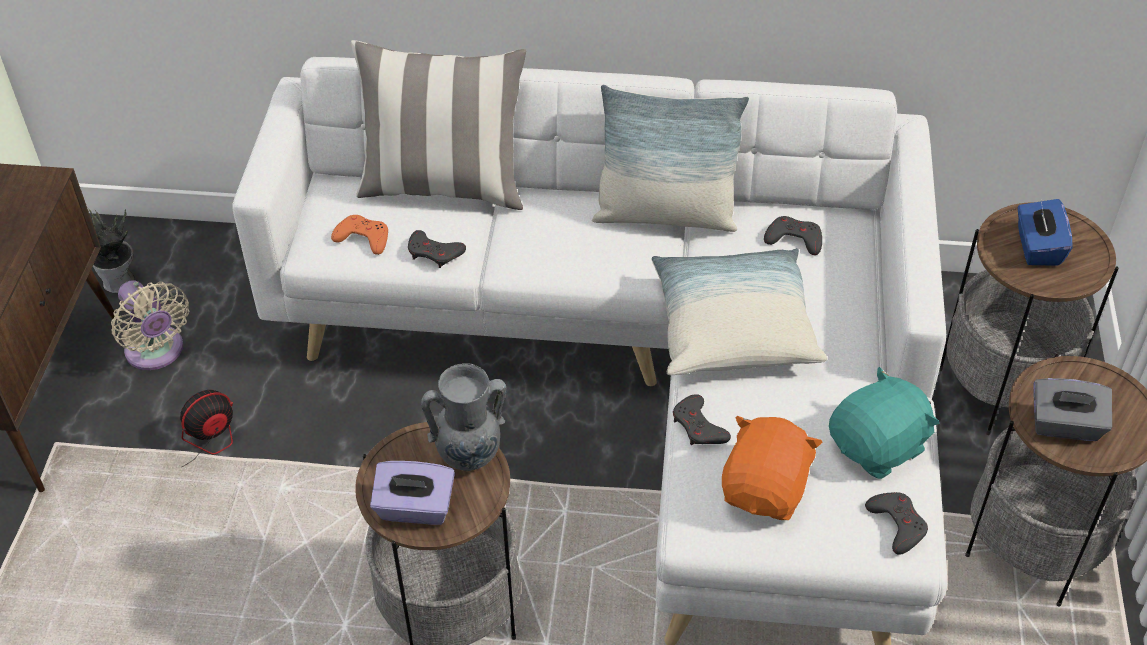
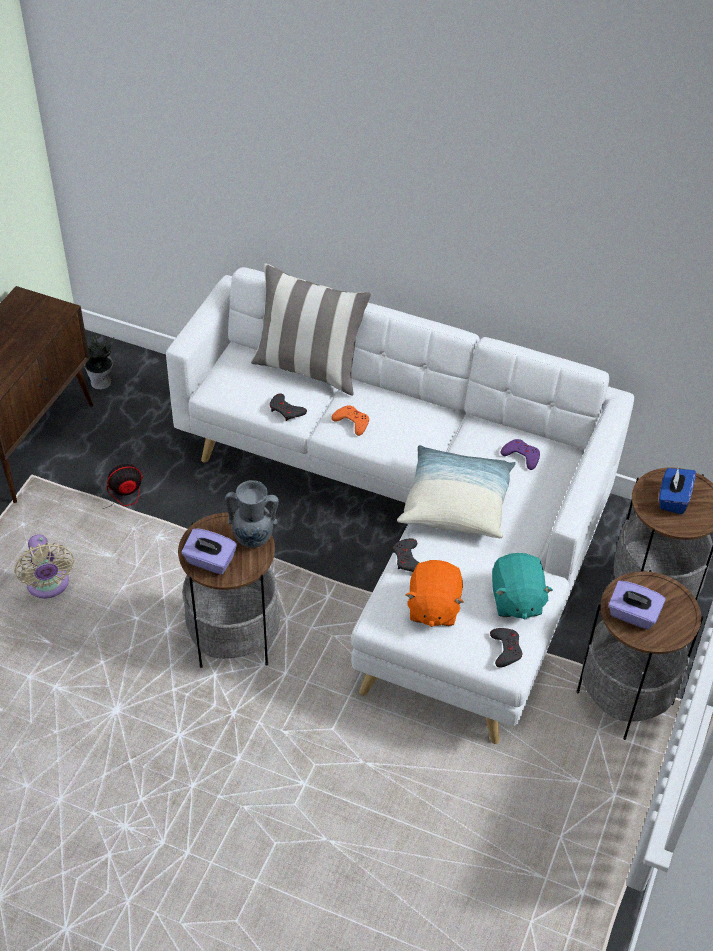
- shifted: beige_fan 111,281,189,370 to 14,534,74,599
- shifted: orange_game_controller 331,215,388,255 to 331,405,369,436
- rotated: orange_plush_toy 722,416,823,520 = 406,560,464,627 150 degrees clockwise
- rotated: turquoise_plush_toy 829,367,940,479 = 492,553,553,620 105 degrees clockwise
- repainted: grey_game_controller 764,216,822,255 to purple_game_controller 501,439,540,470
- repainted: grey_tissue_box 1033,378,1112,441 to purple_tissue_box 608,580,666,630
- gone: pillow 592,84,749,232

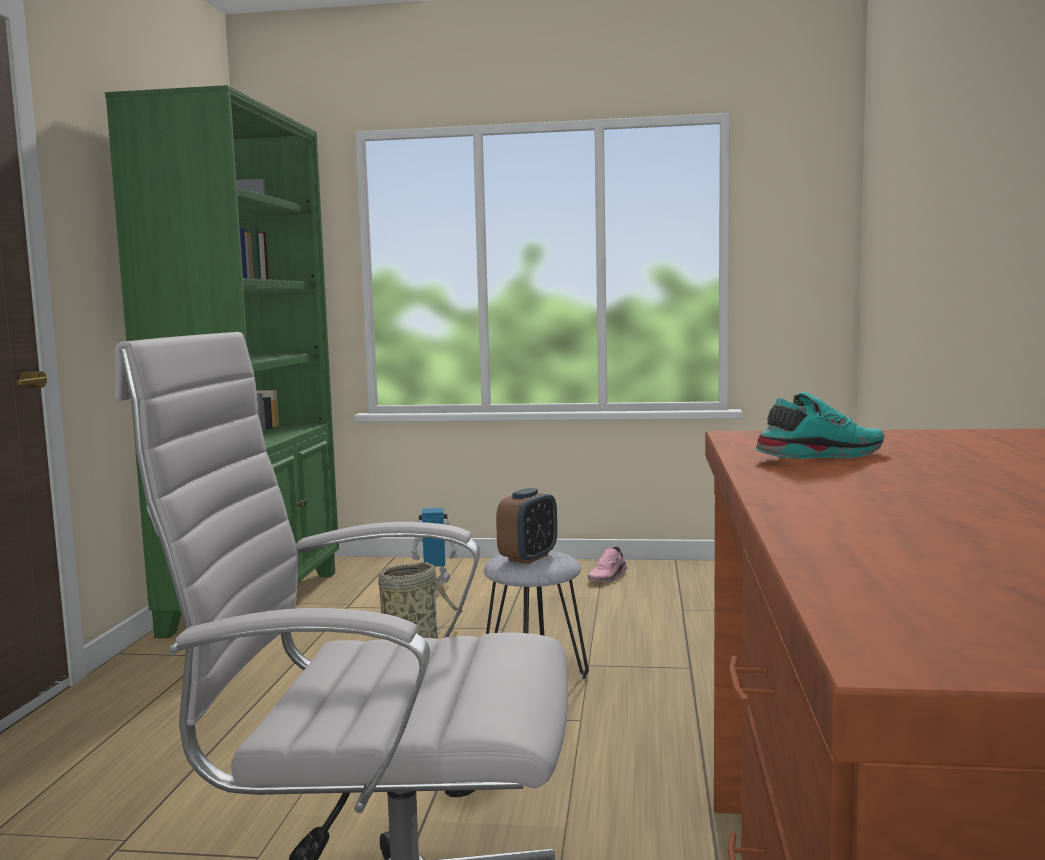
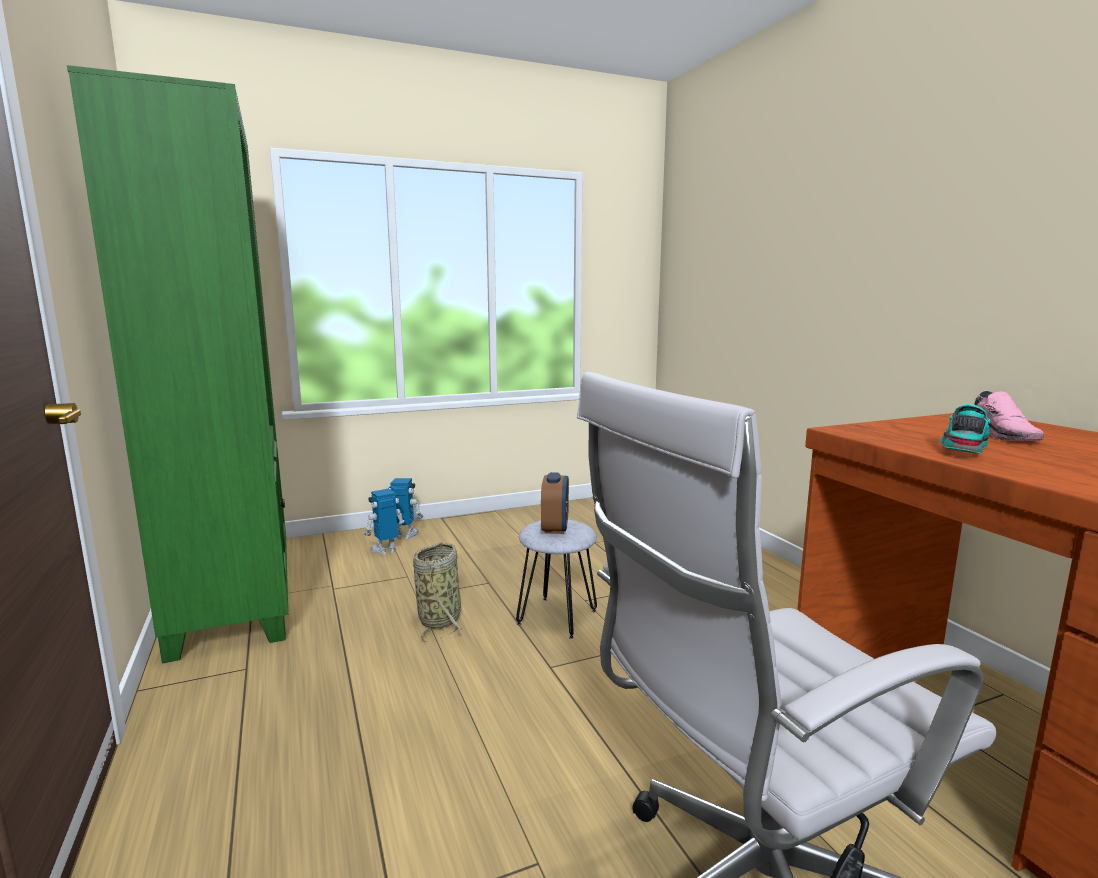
- new: toy_robot 388,478,423,539
- shifted: pink_shoe 588,546,627,582 to 974,391,1044,441

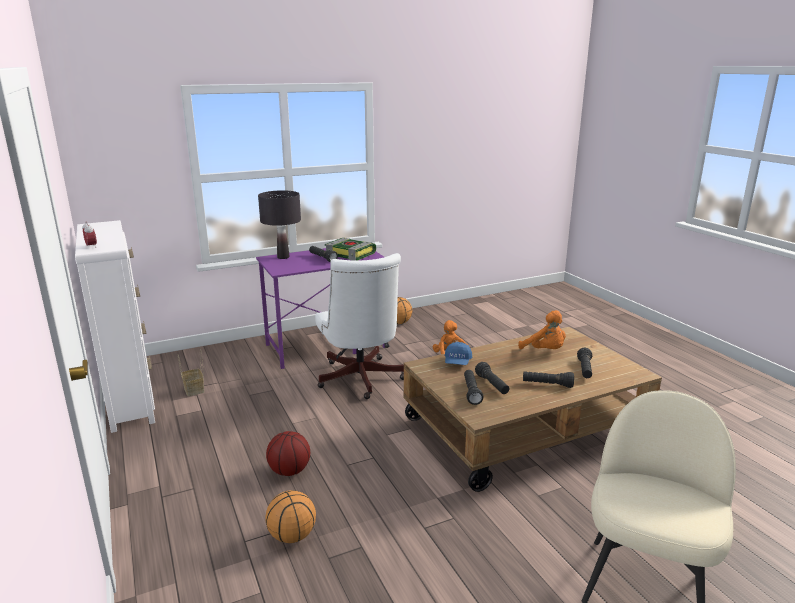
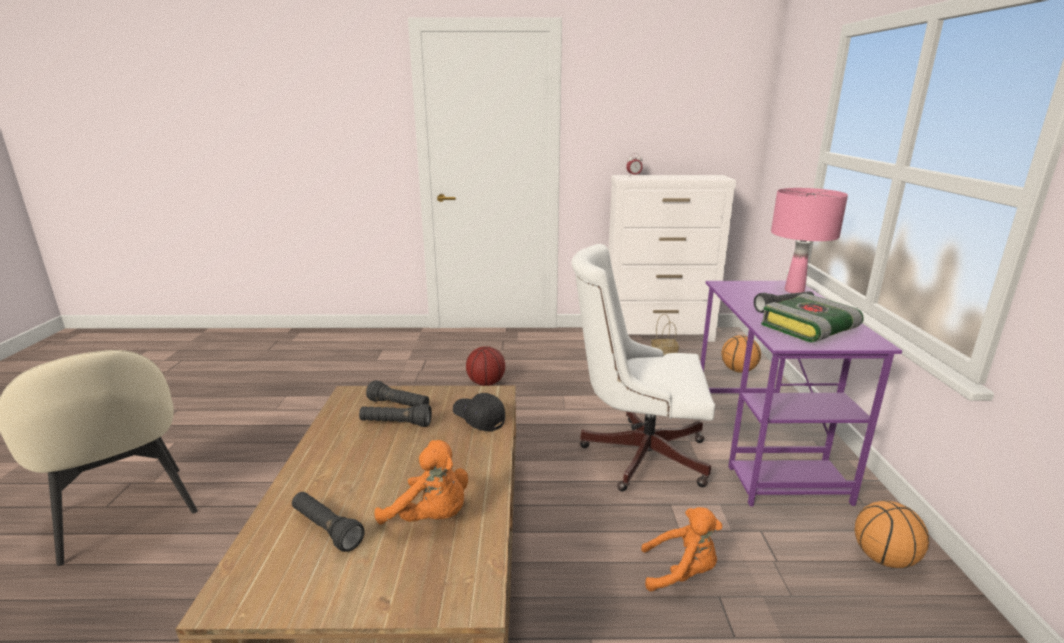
- rotated: orange_plush_toy 518,310,566,349 = 374,440,468,524 135 degrees counterclockwise
- repainted: blue_cap 445,342,472,365 to black_cap 453,393,505,431
- shifted: basketball 265,490,316,543 to 722,335,761,373
- repainted: black_table_lamp 258,190,301,259 to pink_table_lamp 771,188,848,293
- gone: black_flashlight 523,371,574,388

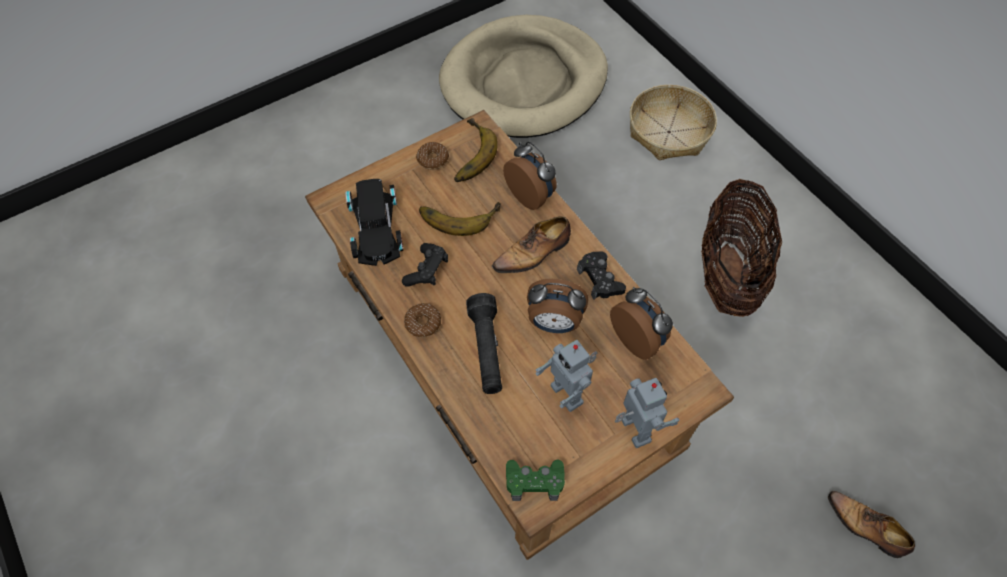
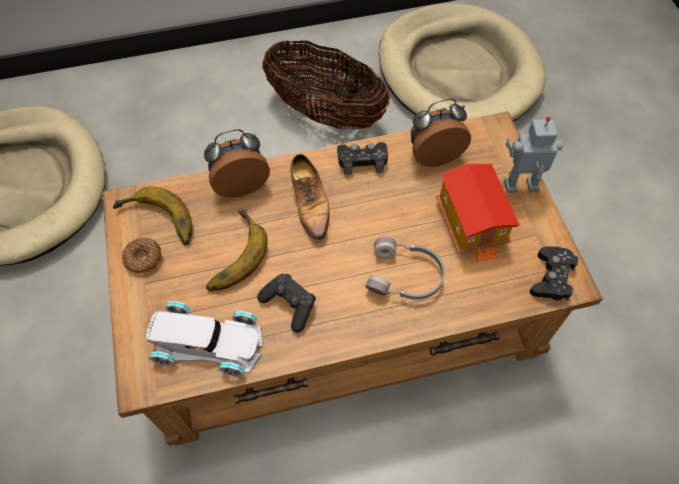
- repainted: black_toy_car 346,179,403,266 to white_toy_car 146,301,263,376
- swapped: black_flashlight 466,293,502,394 to grey_headphones 365,236,445,300
- new: beige_dog_bed 379,3,546,121
- swapped: toy_robot 535,340,597,412 to toy_house 436,164,520,263
- repainted: green_game_controller 506,460,565,501 to black_game_controller 530,246,579,301
- gone: donut 404,303,441,337
- gone: alarm_clock 527,279,588,333
- gone: basket 630,85,717,160
- gone: shoe 828,491,915,558

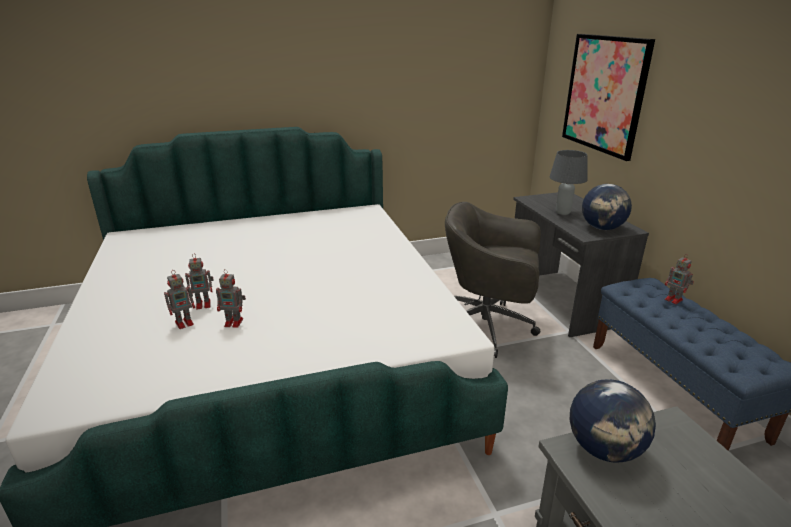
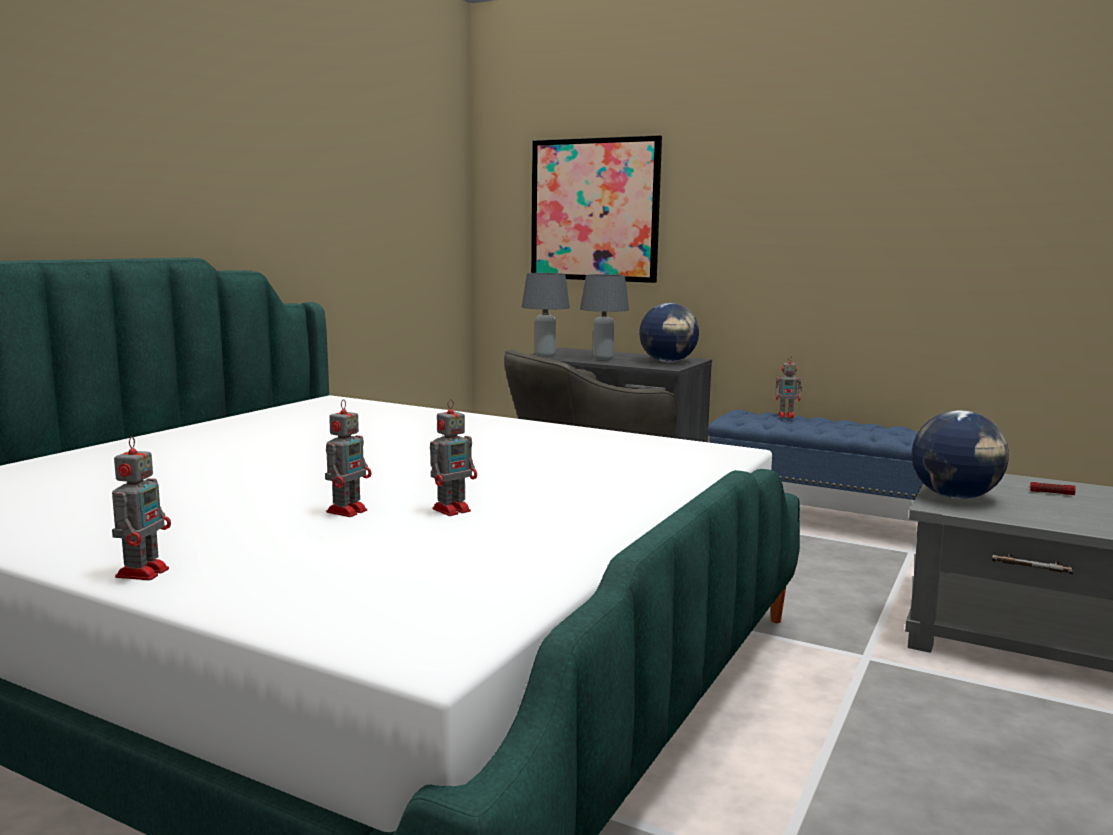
- shifted: toy_robot 164,270,195,329 to 112,436,171,580
- new: grey_table_lamp 522,273,570,357
- new: flashlight 1030,482,1076,495

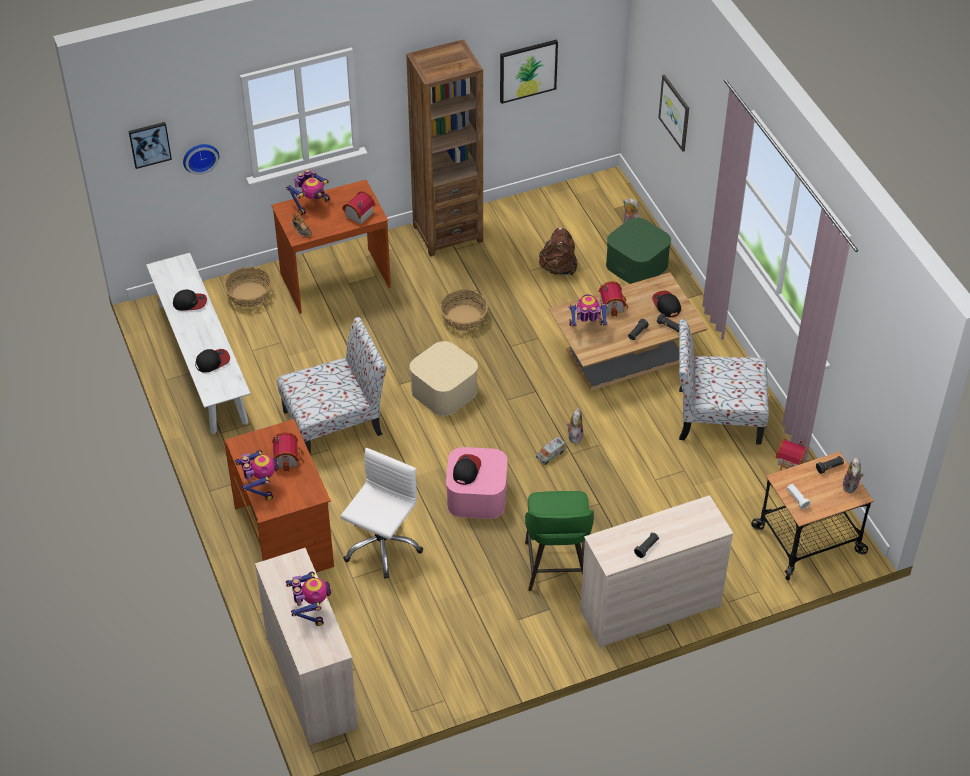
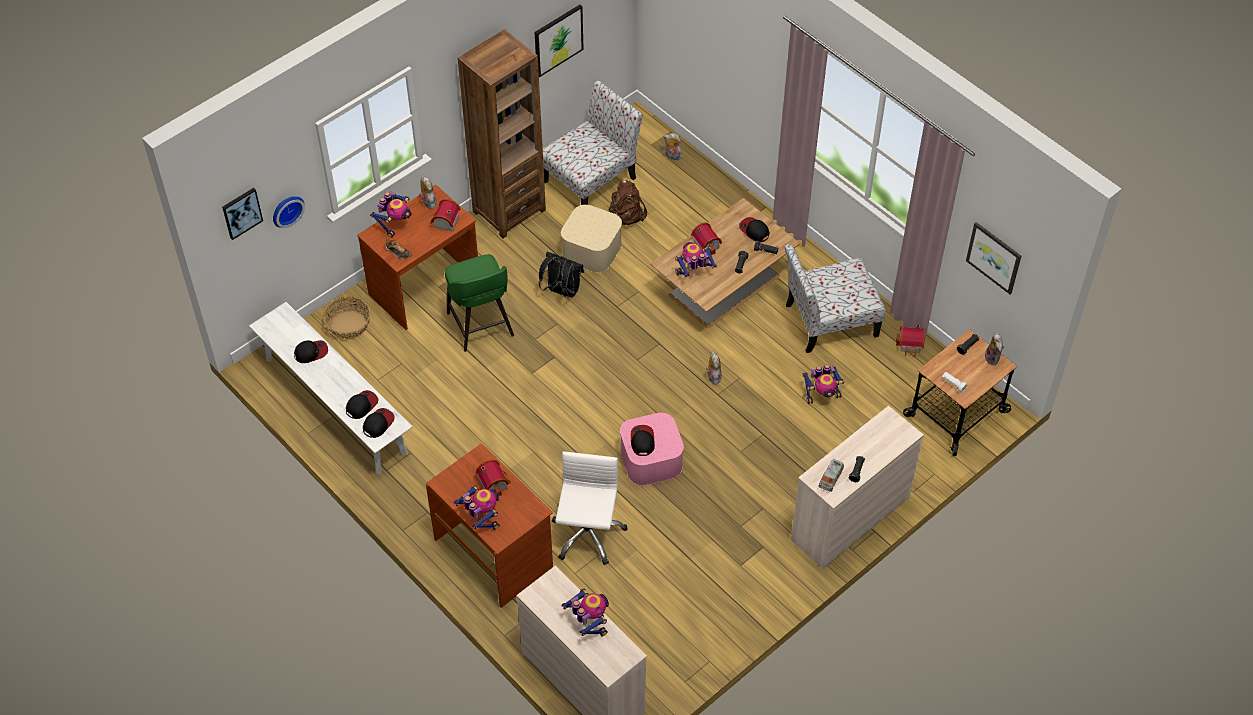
- new: cap 363,408,395,438
- new: plush_toy 420,176,437,209
- shifted: green_stool 525,491,594,591 to 445,254,514,352
- swapped: basket 440,289,488,331 to black_backpack 539,252,584,298
- shifted: chair 277,317,387,455 to 543,80,643,205
- shifted: beige_storage_box 410,341,478,416 to 561,205,622,273
- new: toy_robot 802,364,845,404
- shifted: toy_truck 536,437,566,465 to 818,459,844,492
- shifted: picture 658,74,689,152 to 966,222,1021,294
- gone: green_storage_box 606,218,671,284

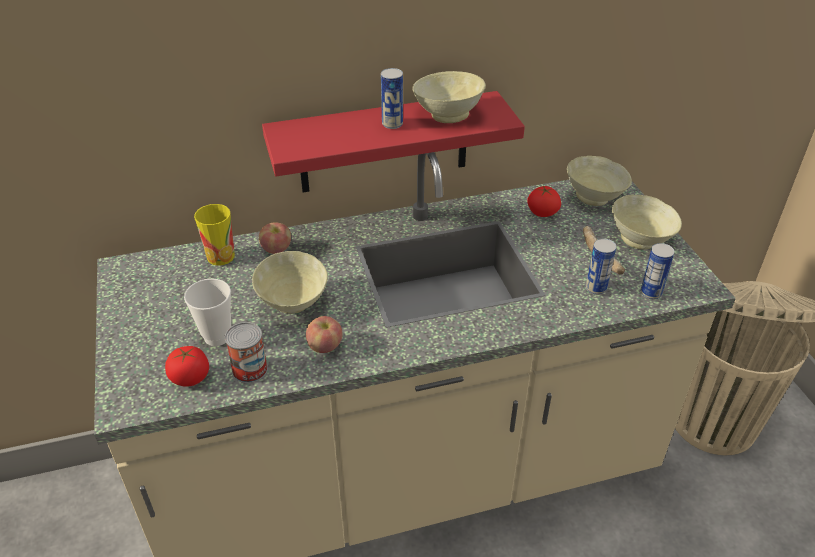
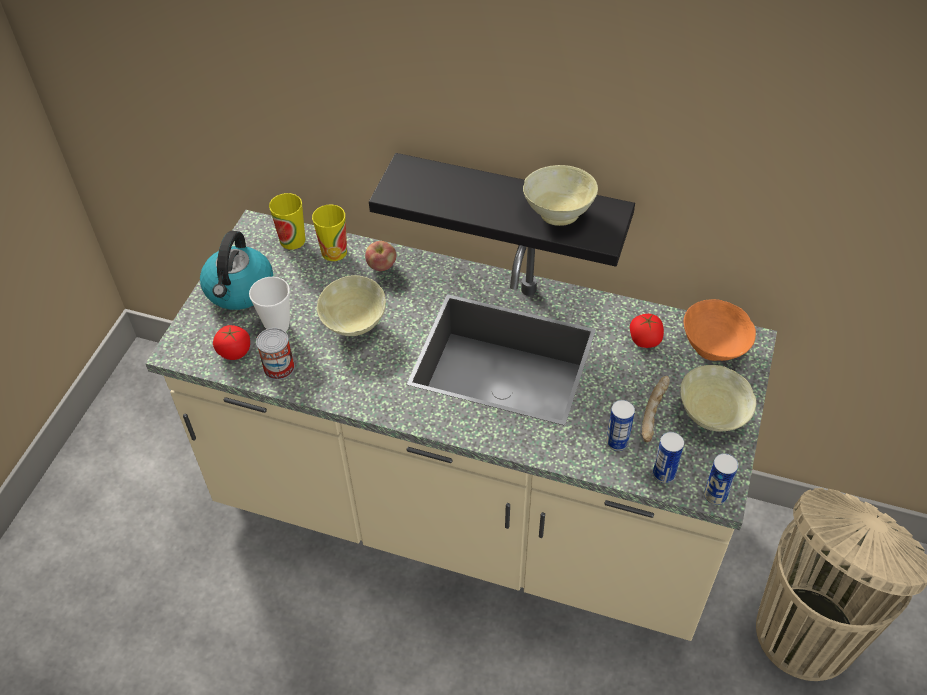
- new: kettle 200,231,273,310
- new: cup 269,193,305,250
- repainted: red_shelf 262,91,525,192 to black_shelf 369,153,635,267
- repainted: beige_bowl 567,156,632,206 to orange_bowl 684,299,756,361
- shifted: can 381,68,403,129 to 704,453,738,505
- gone: apple 306,316,343,353

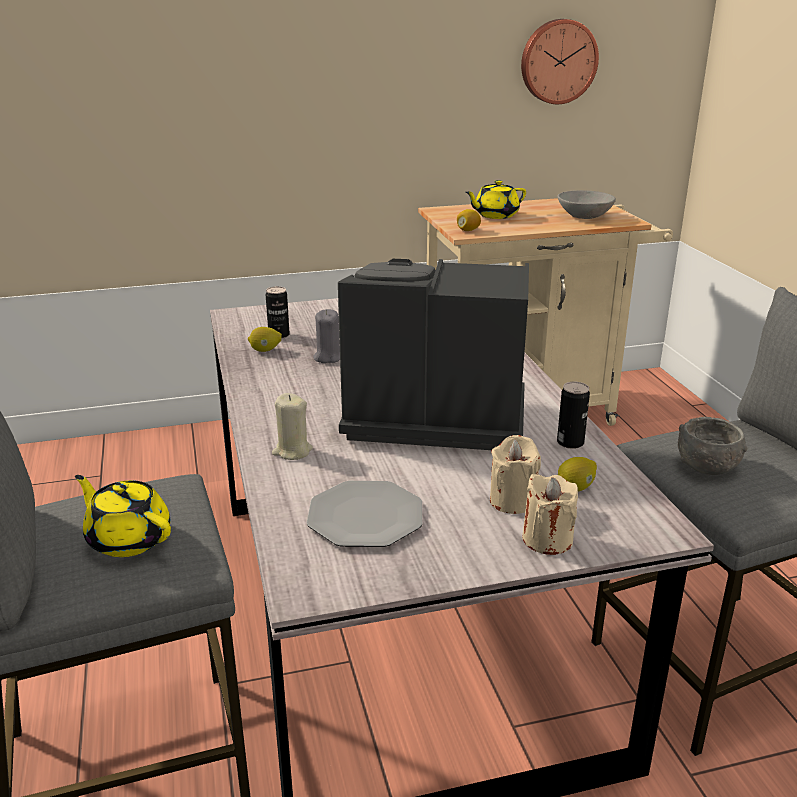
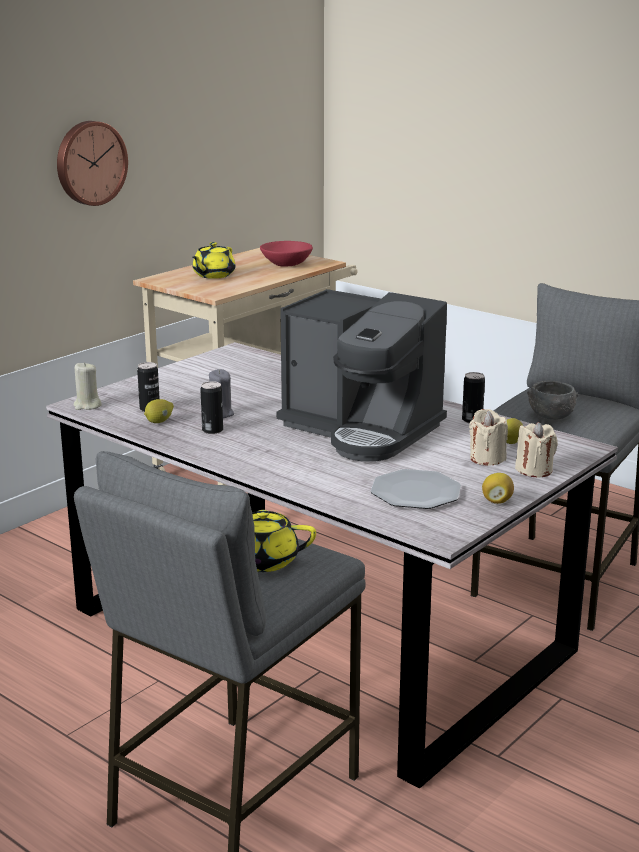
- shifted: wall_clock 521,19,599,104 to 57,121,128,206
- shifted: beige_candle 272,393,313,460 to 73,362,102,410
- new: can 200,381,223,434
- repainted: grey_bowl 558,190,616,219 to red_bowl 260,241,313,267
- rotated: coffee_machine 338,259,529,450 = 277,289,447,462 120 degrees counterclockwise
- shifted: lemon 457,209,481,231 to 482,473,514,504

